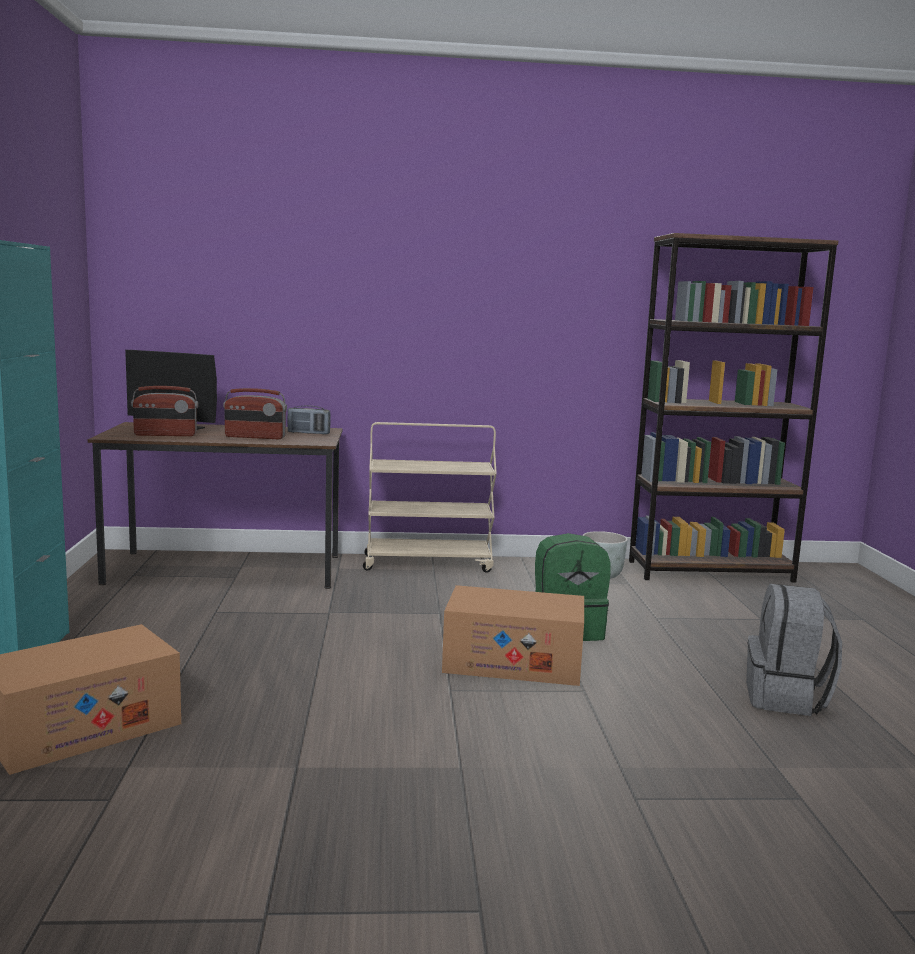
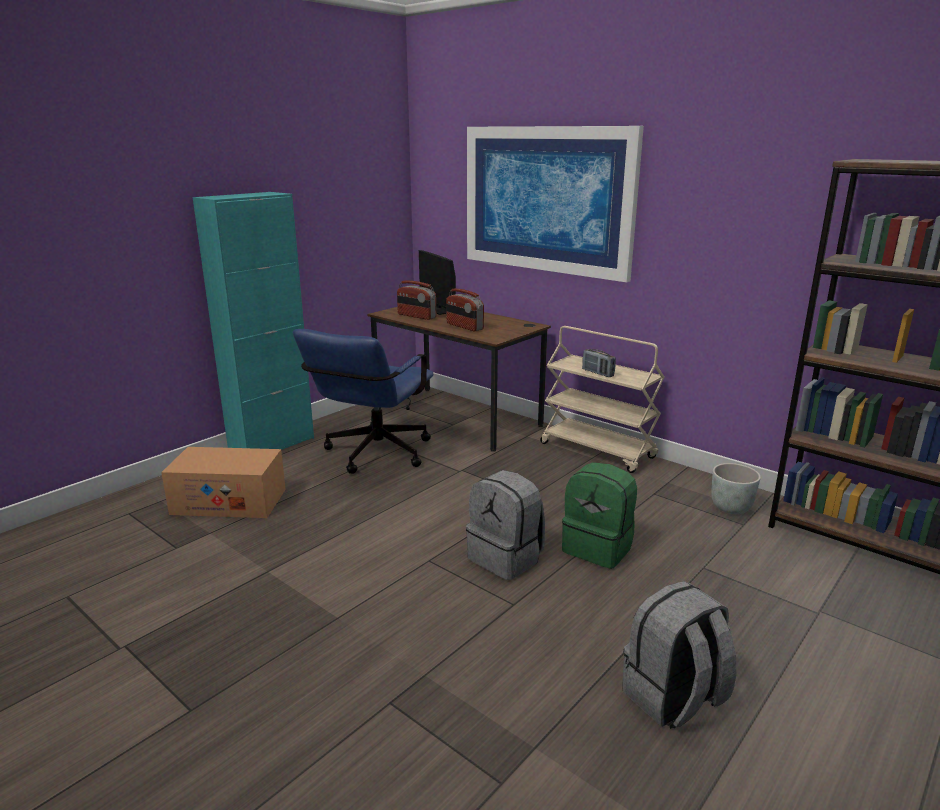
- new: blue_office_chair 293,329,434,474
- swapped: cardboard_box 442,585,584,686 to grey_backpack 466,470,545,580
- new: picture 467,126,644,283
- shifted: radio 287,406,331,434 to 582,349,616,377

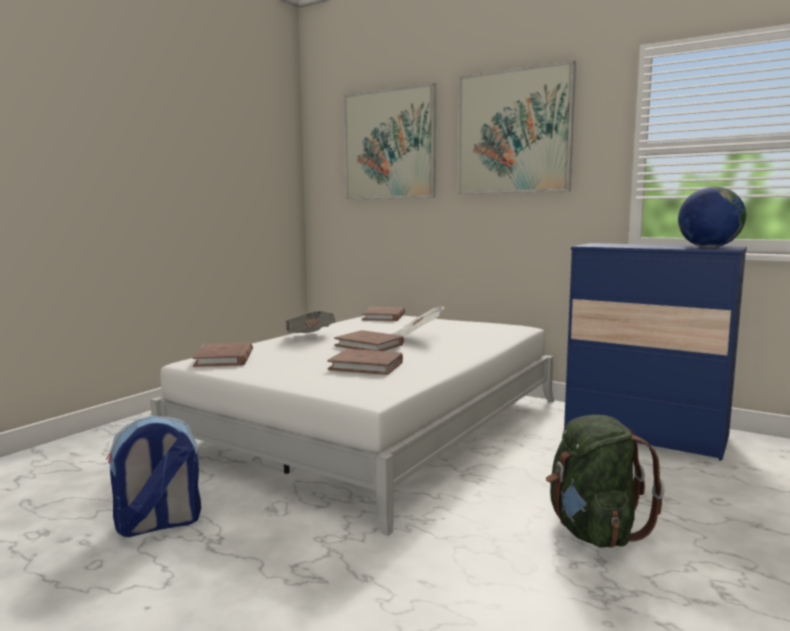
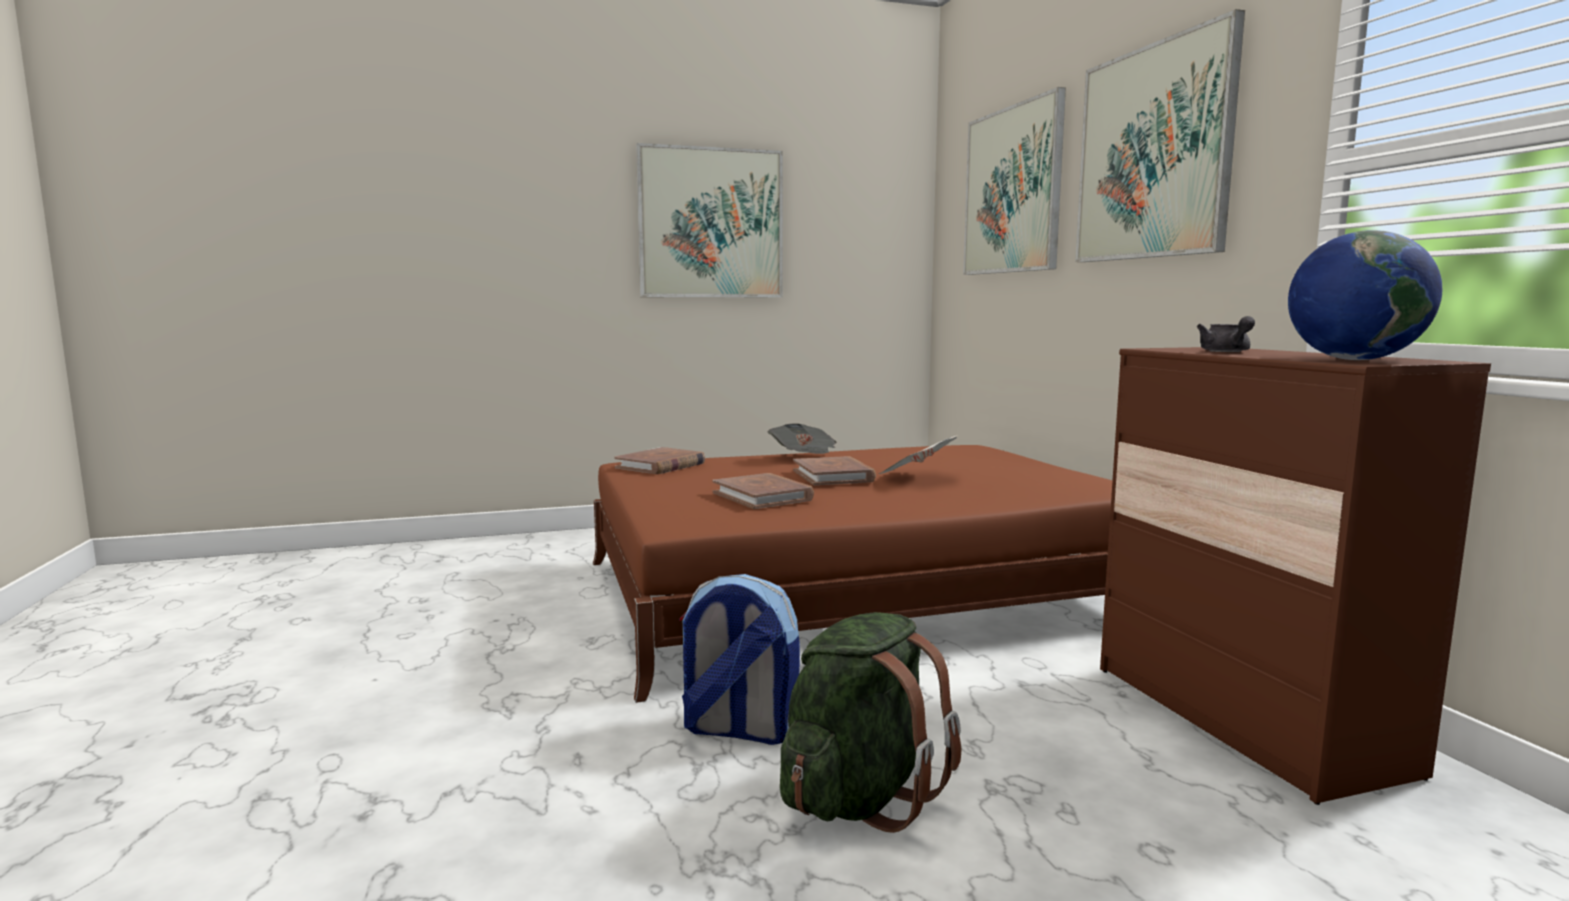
- repainted: white_bed 150,316,554,536 to brown_bed 593,445,1112,703
- new: picture 636,143,783,297
- shifted: backpack 106,416,201,537 to 679,574,800,745
- repainted: blue_dresser 564,243,747,461 to brown_dresser 1100,347,1491,805
- new: grey_teapot 1197,316,1255,352
- gone: brown_book 362,307,405,321

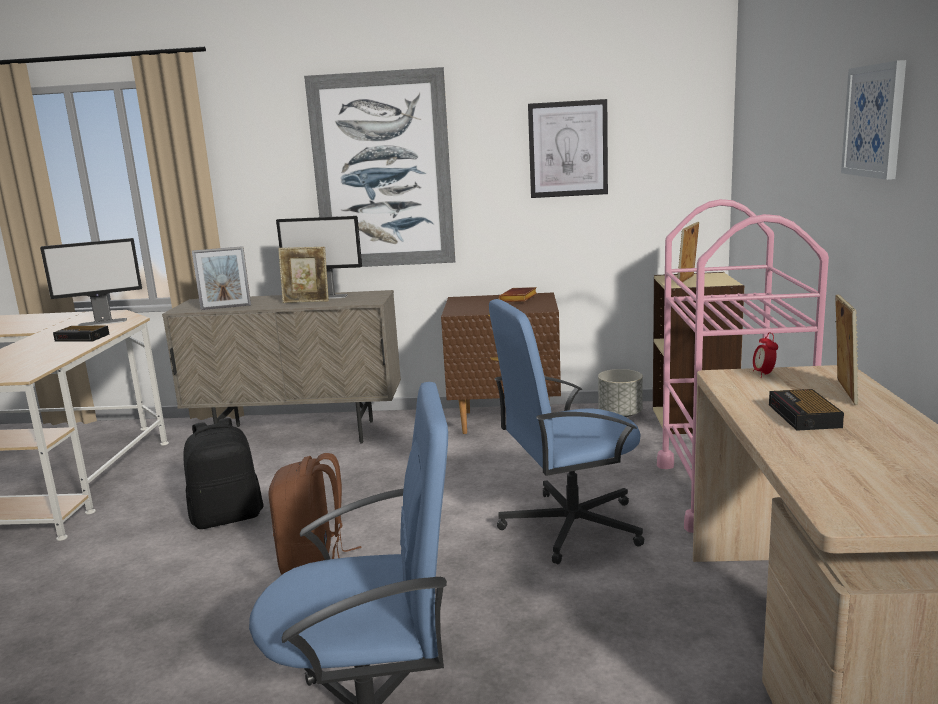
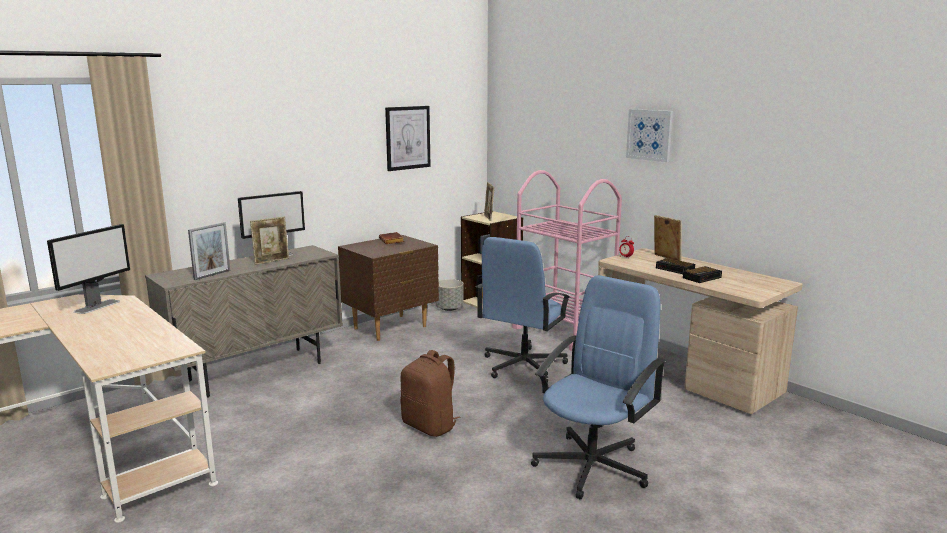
- shifted: alarm_clock 53,326,109,342 to 683,266,722,283
- gone: black_backpack 183,418,264,529
- gone: picture 304,67,455,267

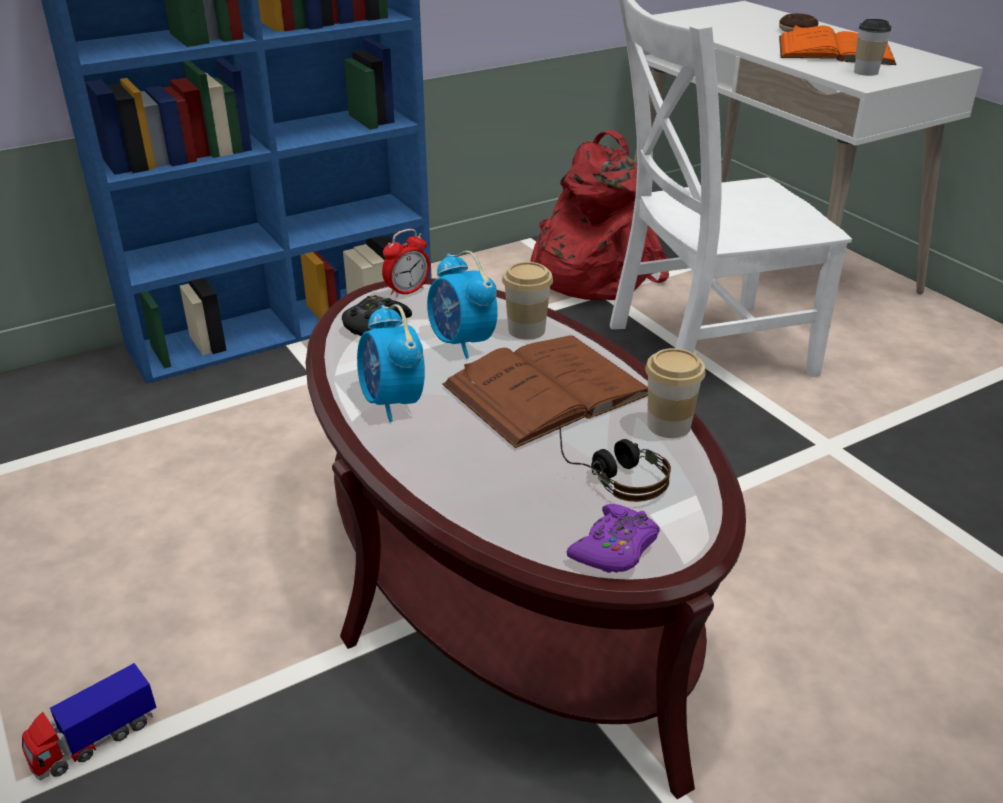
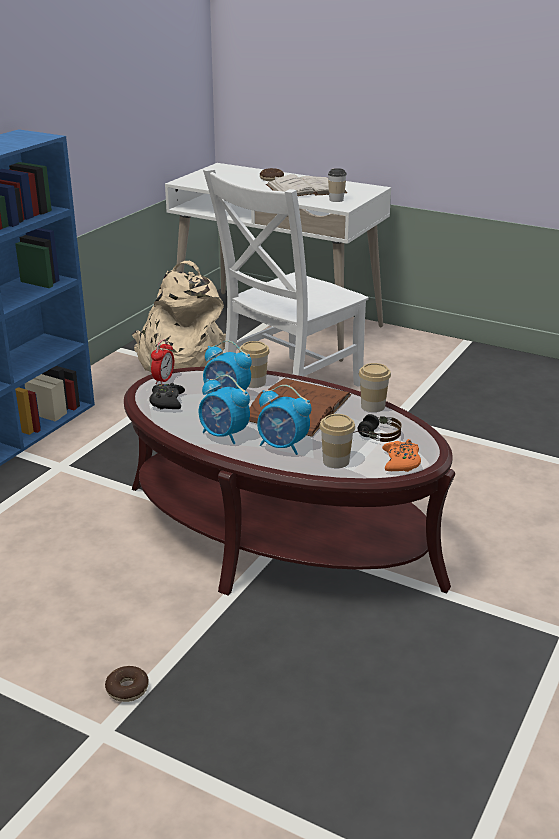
- swapped: toy_truck 22,663,157,781 to donut 105,666,149,702
- repainted: red_backpack 531,130,669,300 to beige_backpack 132,261,226,372
- new: alarm_clock 257,385,311,455
- repainted: orange_book 779,25,896,65 to white_book 266,174,347,196
- new: cup 319,414,355,468
- repainted: purple_game_controller 567,504,660,573 to orange_game_controller 382,439,421,472

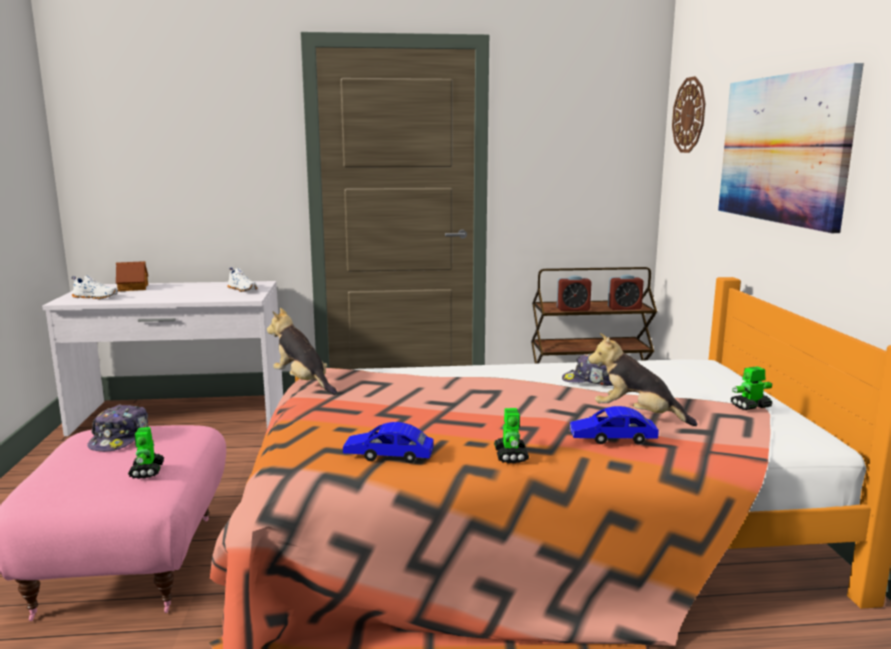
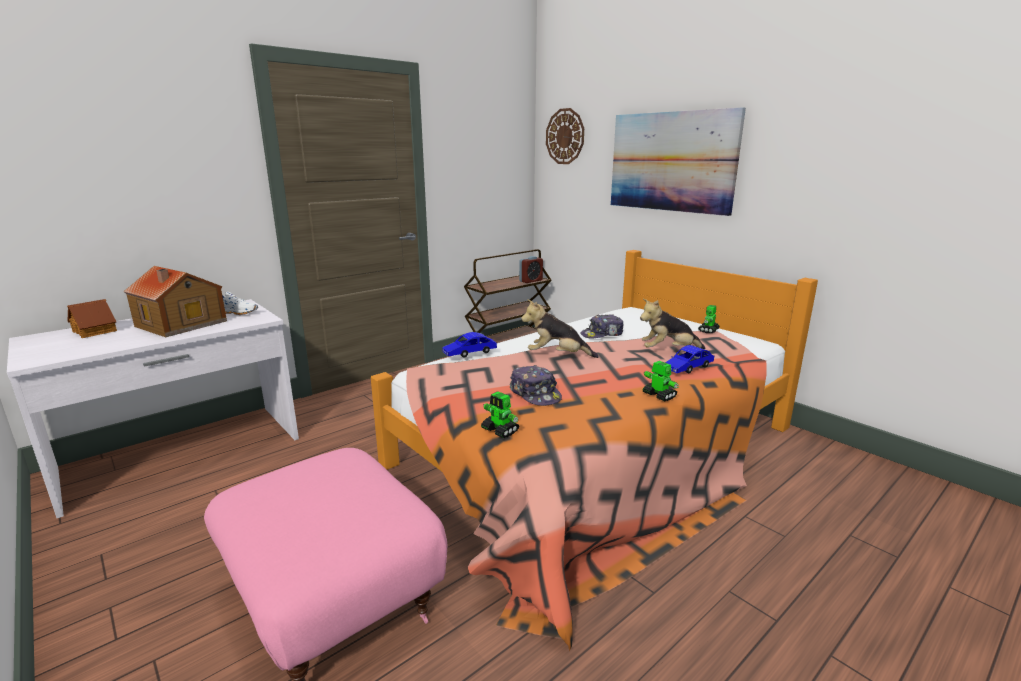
- new: toy_house 124,266,227,337
- shifted: blue_toy_car 343,422,433,463 to 442,332,497,358
- shifted: toy_robot 128,427,164,479 to 481,391,519,438
- shifted: cap 87,404,149,452 to 510,365,562,406
- shifted: plush_toy 267,308,337,395 to 521,299,599,358
- gone: white_shoe 72,276,118,299
- gone: alarm_clock 557,275,592,311

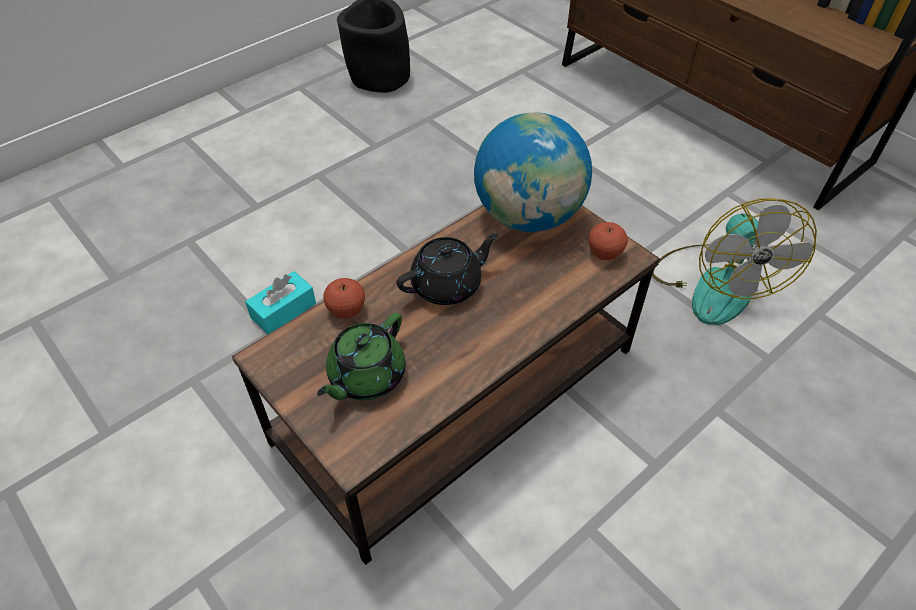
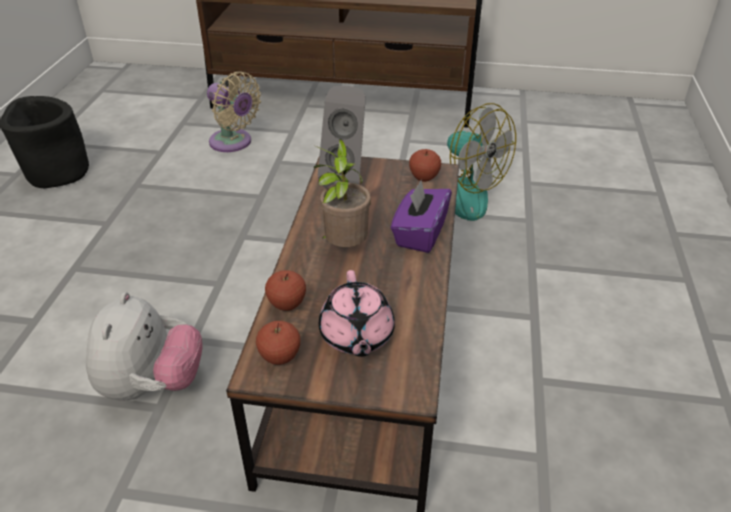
- swapped: turquoise_tissue_box 245,271,316,335 to plush_toy 86,292,203,400
- new: beige_fan 207,72,261,152
- new: apple 256,321,301,365
- swapped: black_teapot 397,233,499,305 to potted_plant 314,139,371,247
- swapped: globe 474,112,592,232 to grey_speaker 318,86,365,188
- repainted: green_teapot 317,313,406,400 to pink_teapot 319,270,395,357
- new: purple_tissue_box 391,181,452,253

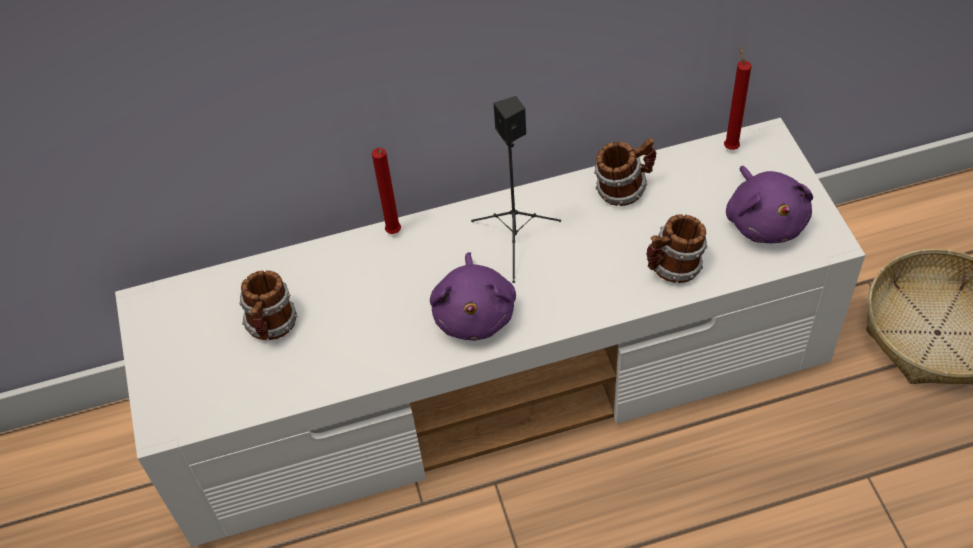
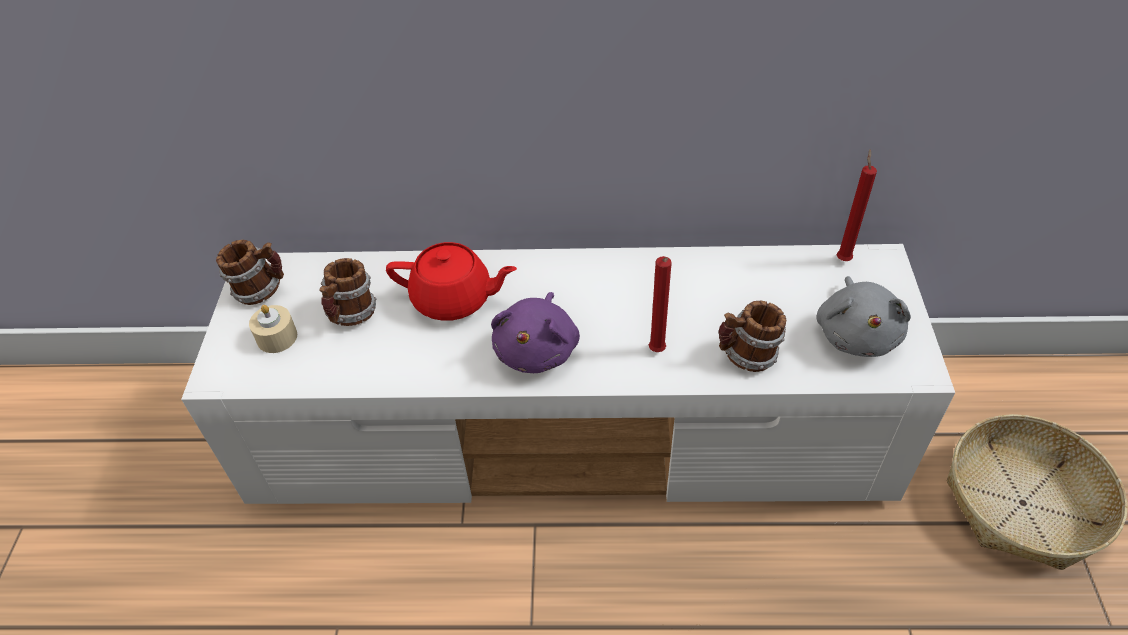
- shifted: mug 594,138,656,206 to 216,240,284,305
- new: beige_candle 249,305,297,353
- new: red_teapot 386,242,517,321
- shifted: red_candle 372,148,401,234 to 649,256,672,352
- repainted: purple_plush_toy 726,166,813,243 to grey_plush_toy 816,276,911,357
- gone: black_speaker 471,96,561,283

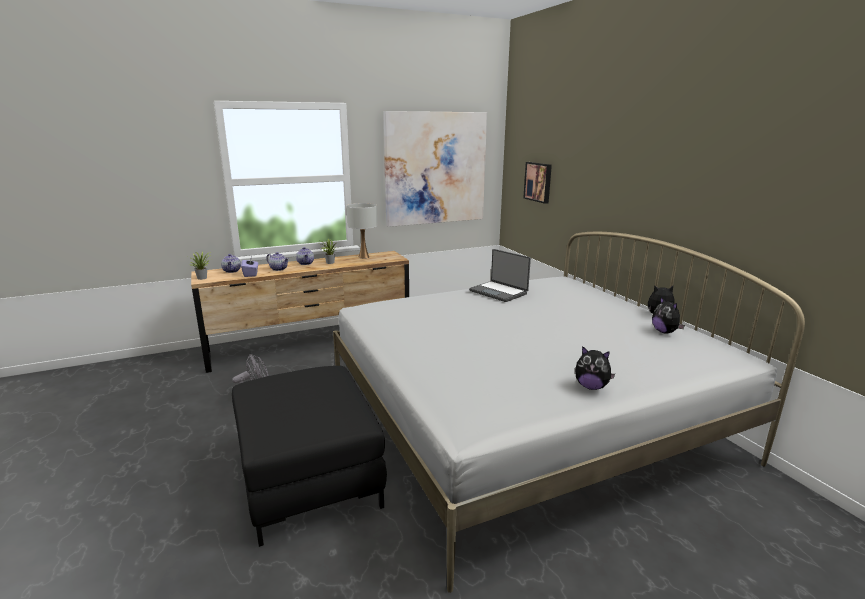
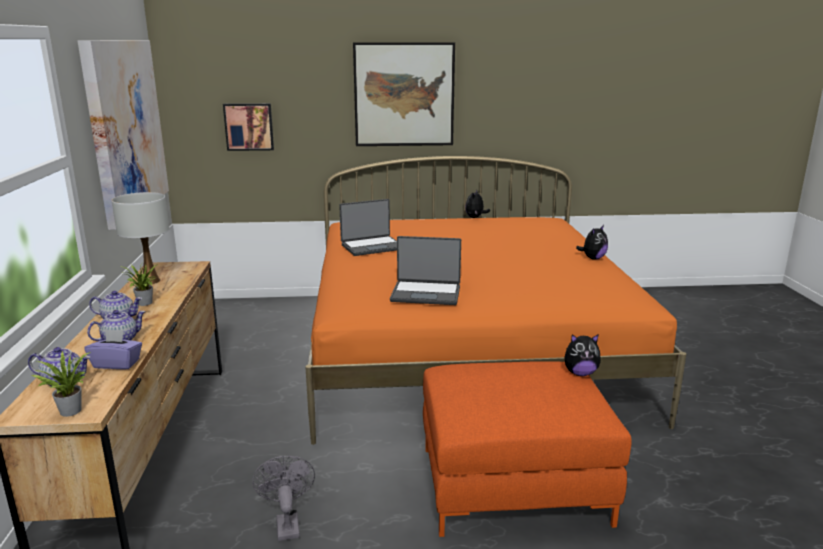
- repainted: white_bed 333,232,805,593 to orange_bed 305,156,686,445
- new: picture 353,42,455,146
- new: laptop 390,236,461,305
- repainted: black_ottoman 232,366,387,547 to orange_ottoman 423,361,632,537
- shifted: plush_toy 652,297,685,334 to 565,334,601,376

